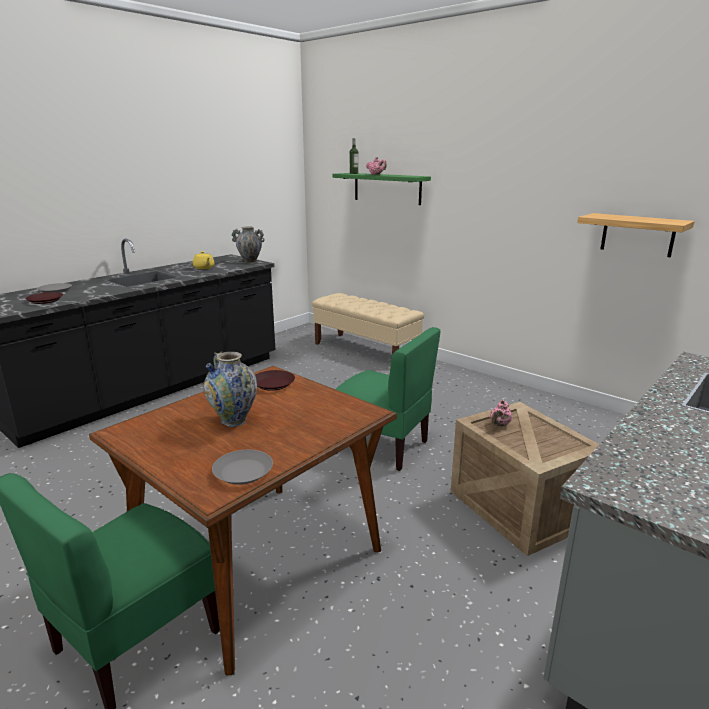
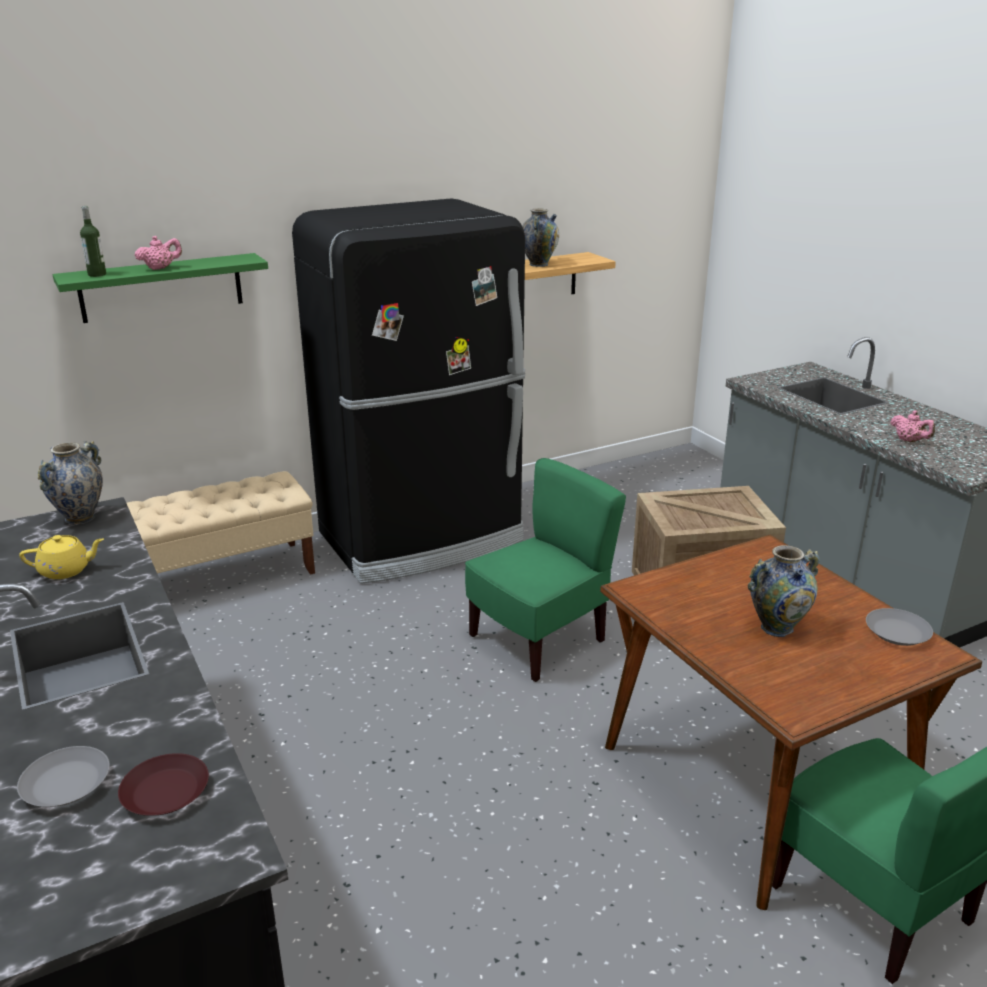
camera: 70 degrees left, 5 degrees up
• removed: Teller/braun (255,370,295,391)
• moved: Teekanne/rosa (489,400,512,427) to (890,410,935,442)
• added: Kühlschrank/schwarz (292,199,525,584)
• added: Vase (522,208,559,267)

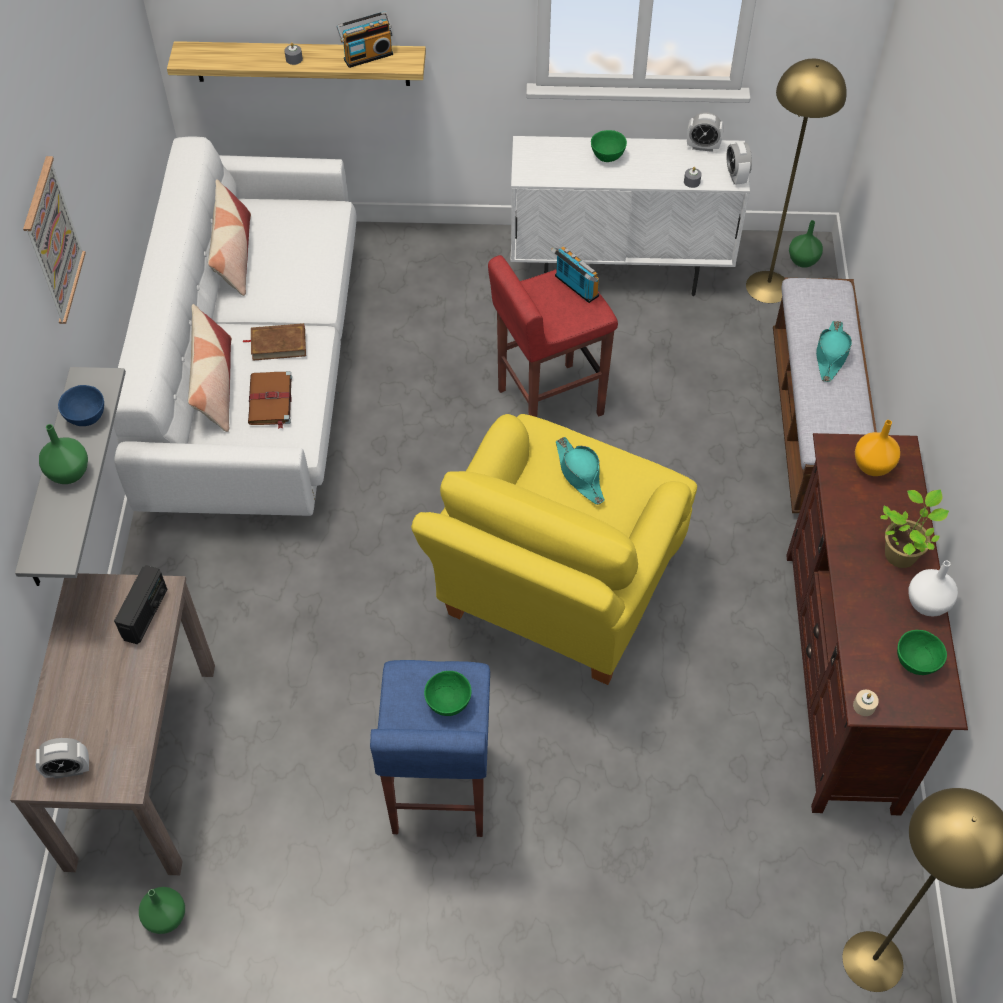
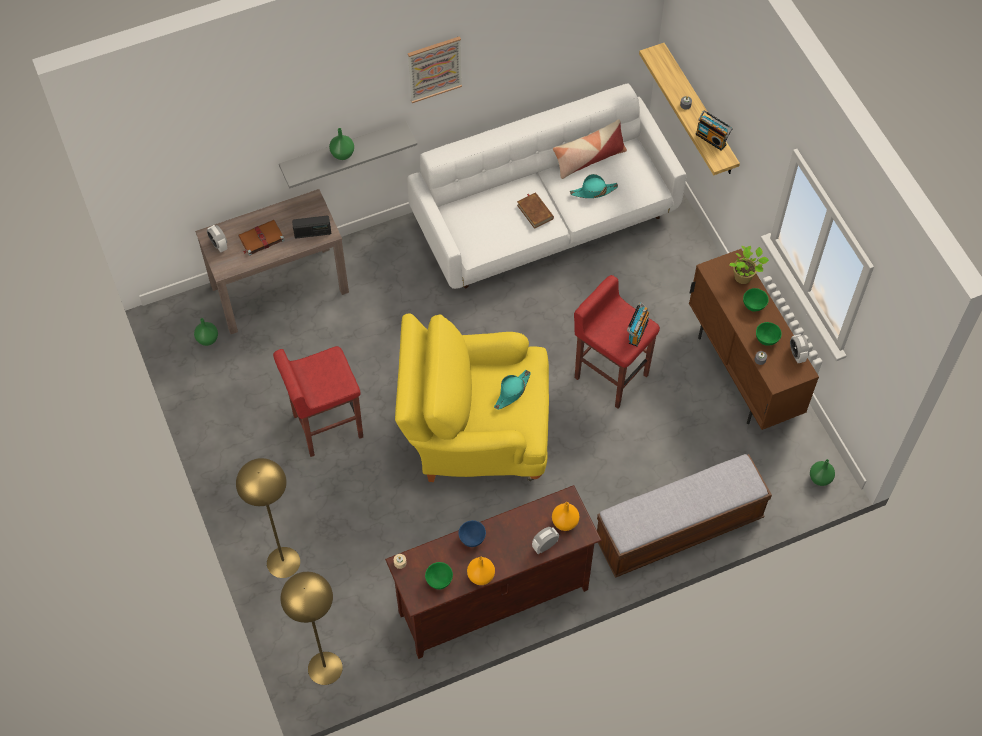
camera: 65 degrees right, 5 degrees up
• moved: Stehlampe/gelb (746,59,847,303) to (236,458,300,578)
• recoloured: Schrank/weiß (511,136,750,296) to Schrank/braun (689,249,819,430)
• moved: Wecker (726,141,752,185) to (532,527,559,554)
• removed: Kissen (188,304,232,432)
• moved: Hut/türkis (816,321,852,382) to (570,174,618,198)
• moved: Buch/braun (248,371,292,429) to (238,220,285,256)
• moved: Schüssel/blau (58,385,104,426) to (458,520,486,547)
• moved: Topfpflanze (880,490,949,568) to (729,246,769,284)
• recoloured: Vase/weiß (908,560,958,616) to Vase/orange (467,557,495,585)
• recoloured: Hocker/blau (370,660,490,837) to Hocker/rot (273,346,363,457)
• moved: Schüssel/grün (424,671,472,716) to (756,322,782,346)

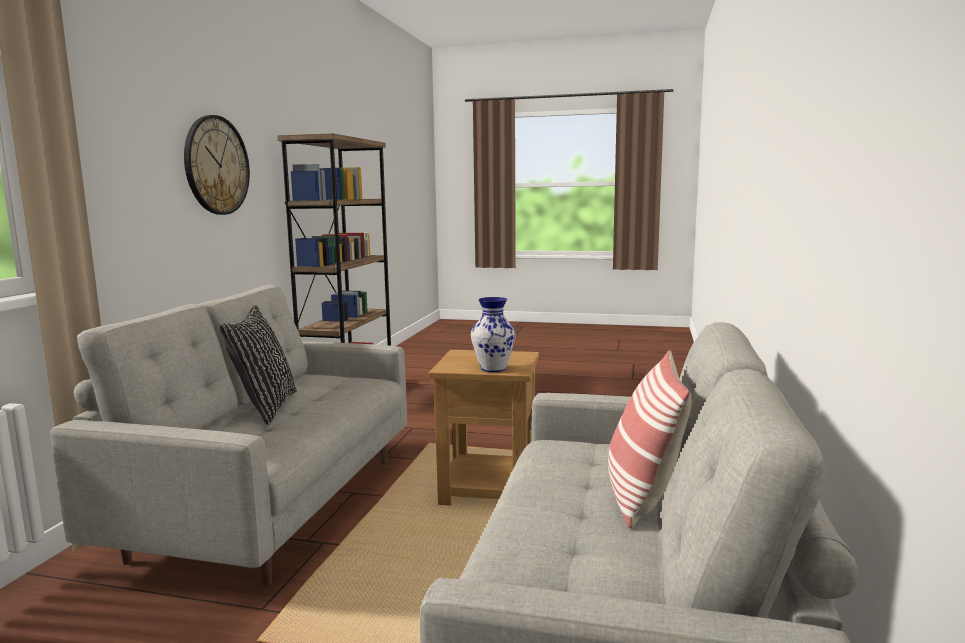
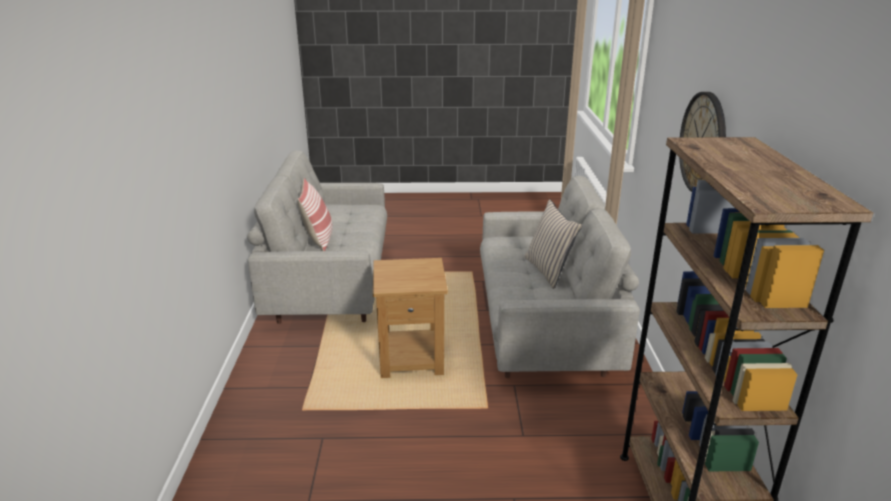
camera: 165 degrees right, 15 degrees up
• removed: Vase (471,297,516,372)
• recoloured: Kissen/schwarz (219,305,297,425) to Kissen/beige (525,199,583,289)

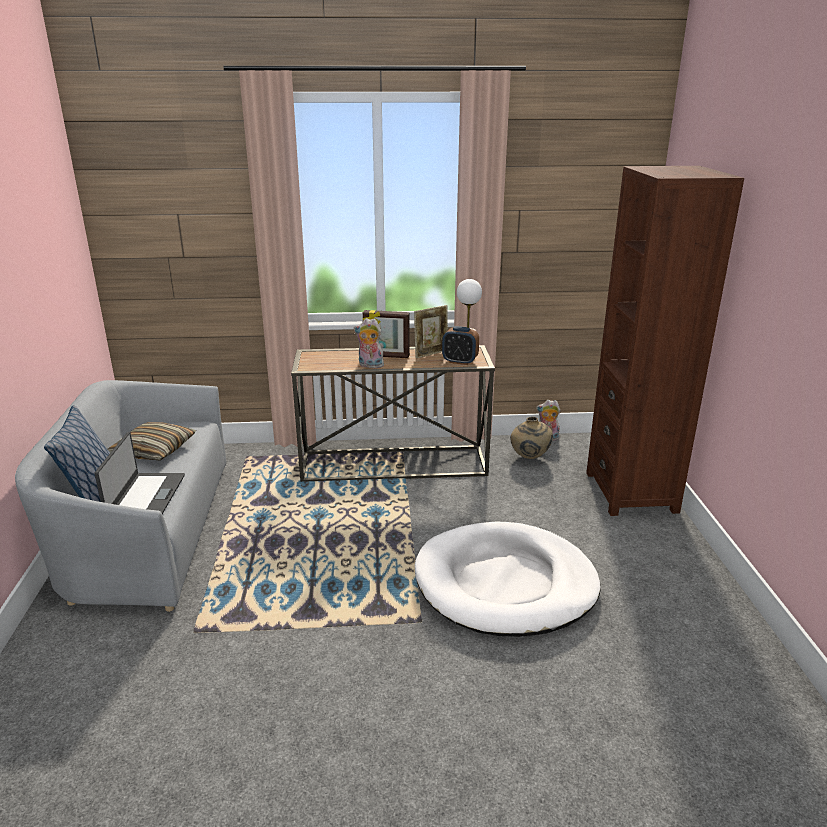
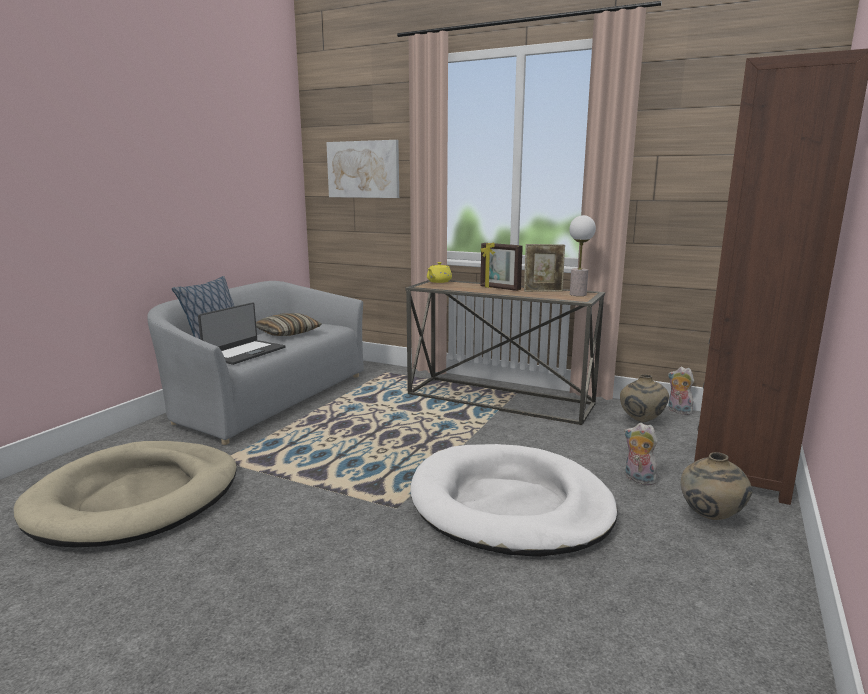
camera: 30 degrees right, 10 degrees down
• moved: Plüschtier (354,318,384,368) to (624,423,658,485)
• removed: Wecker (442,326,479,365)
• added: Bild (326,140,399,198)
• added: Teekanne/gelb (427,262,452,283)
• added: Hundebett/beige (14,441,237,547)
• added: Vase/beige (681,452,752,520)

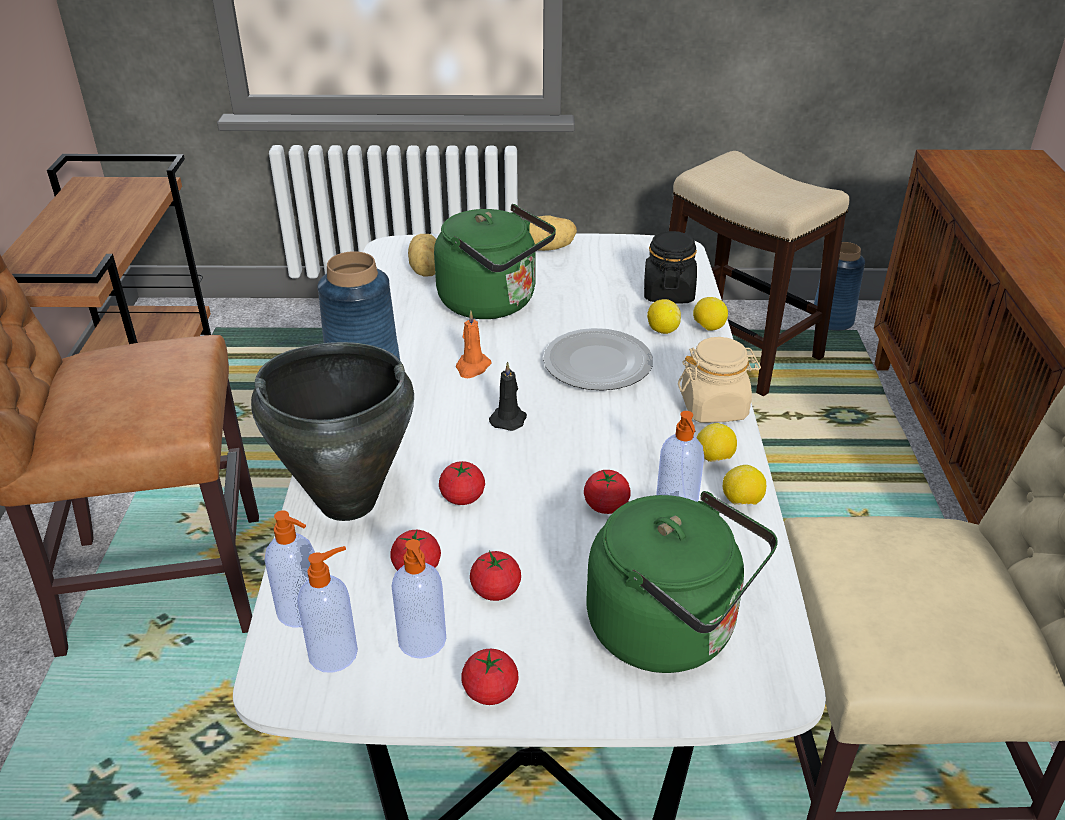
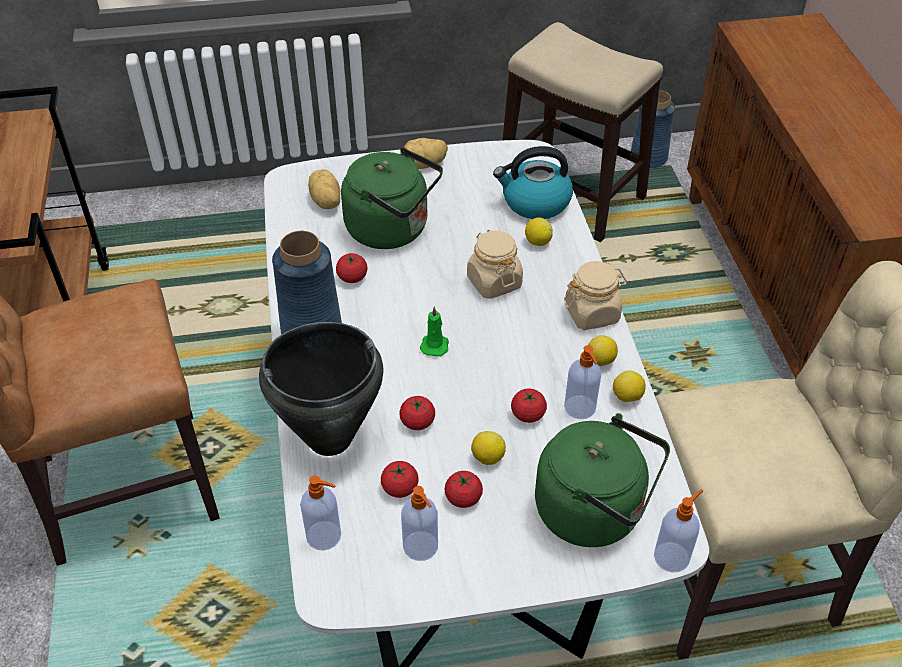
camera: 10 degrees left, 10 degrees up
• replaced: Vorratsglas/schwarz (644,231,697,304) to Wasserkessel (493,146,573,219)
• moved: Zitrone (693,297,728,331) to (471,431,506,465)
• removed: Kerze/orange (456,311,491,378)
• replaced: Teller (543,328,653,391) to Vorratsglas/beige (467,230,523,299)
• recoloured: Kerze/schwarz (489,362,527,431) to Kerze/grün (420,307,449,356)
• moved: Seifenspender (297,546,358,673) to (654,489,703,573)
• moved: Tomate (461,649,519,705) to (336,253,368,283)

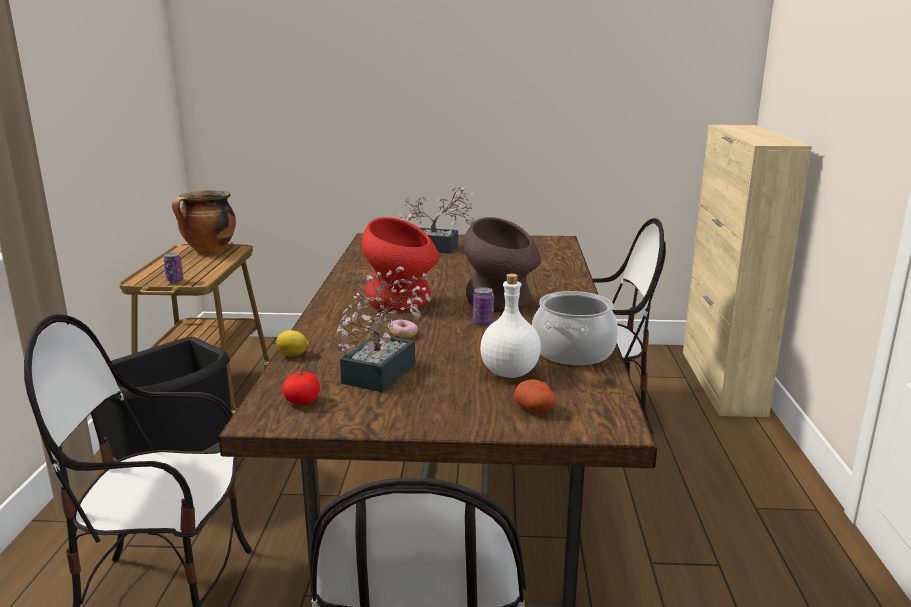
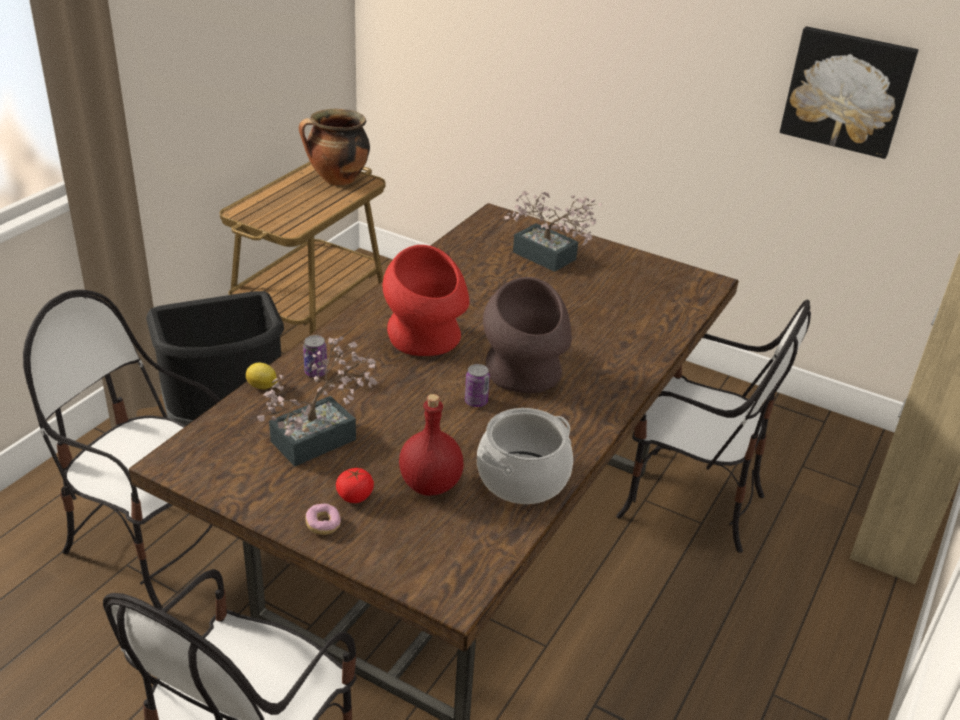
camera: 25 degrees right, 15 degrees up
• moved: Dose (164,253,183,282) to (303,335,327,377)
• recoloured: Flasche/weiß (480,274,541,378) to Flasche/rot (399,394,464,496)
• moved: Donut (389,320,418,338) to (306,503,341,535)
• moved: Tomate (283,371,320,405) to (336,468,374,503)
• removed: Kartoffel (514,379,556,413)
• added: Bild (780,26,918,159)

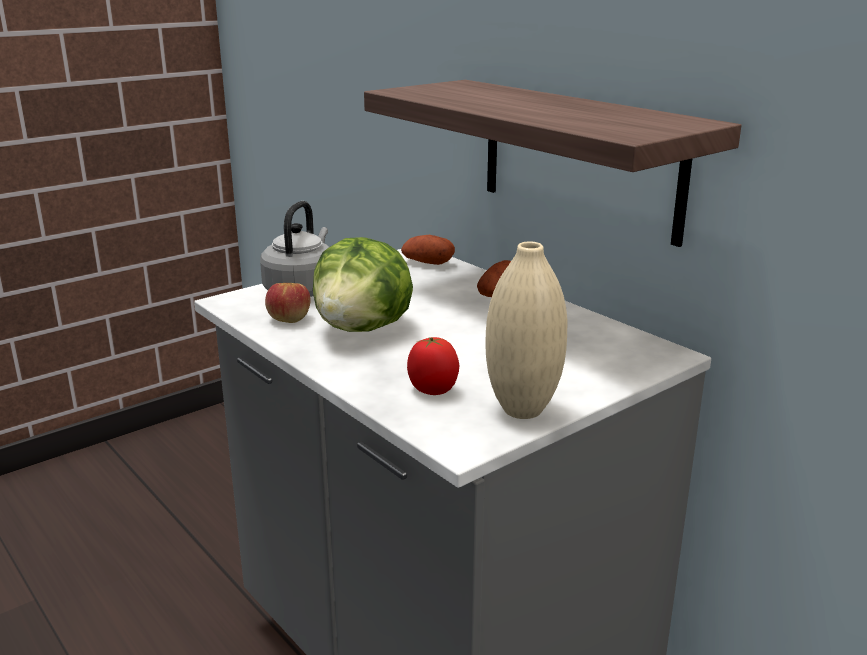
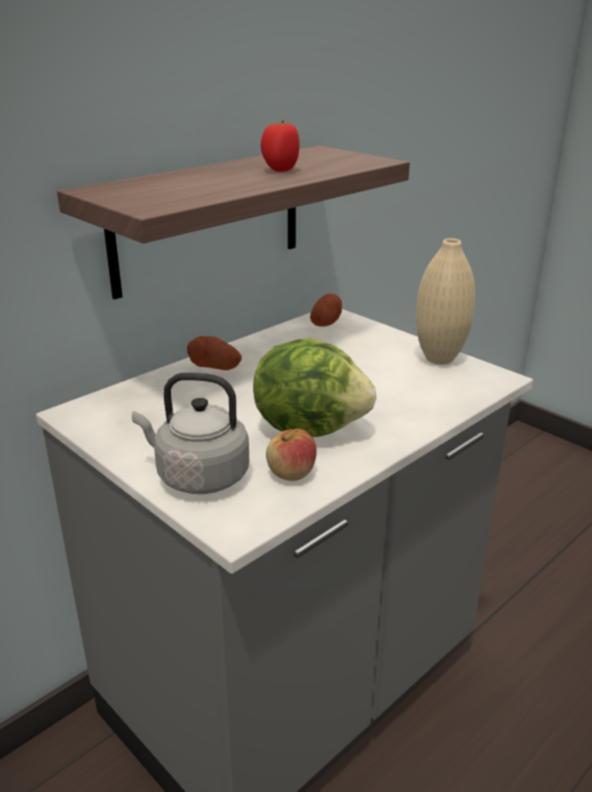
camera: 95 degrees left, 5 degrees up
• moved: Kartoffel (401,235,455,265) to (310,294,342,327)
• moved: Tomate (407,337,459,395) to (261,120,300,172)

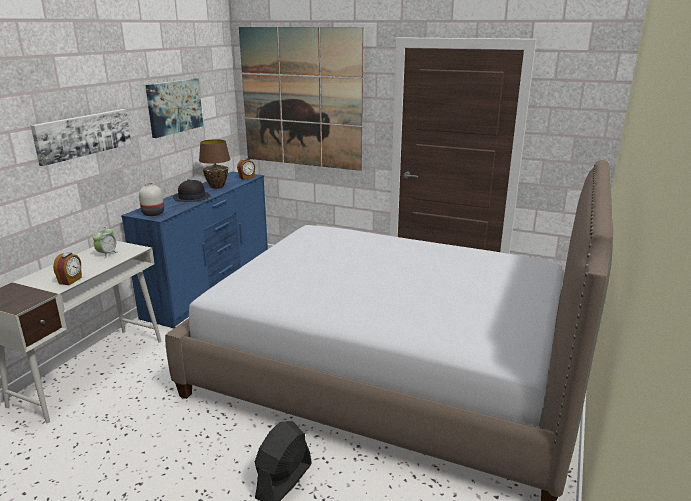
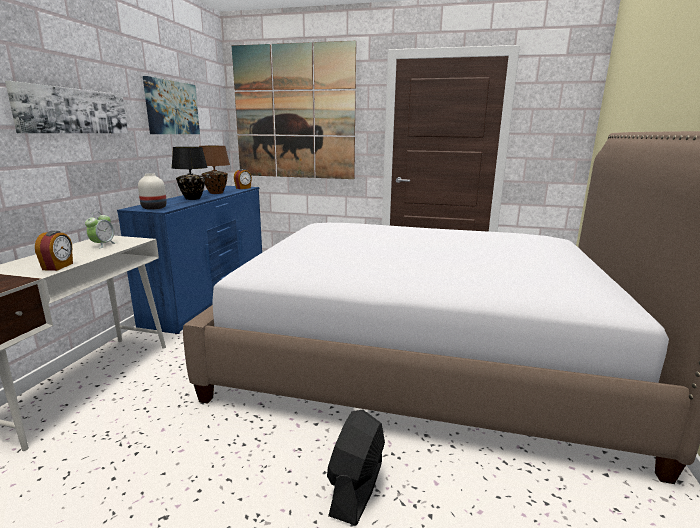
camera: 10 degrees left, 5 degrees down
• replaced: Hut/schwarz (173,179,211,202) to Tischlampe/schwarz (172,147,208,200)

